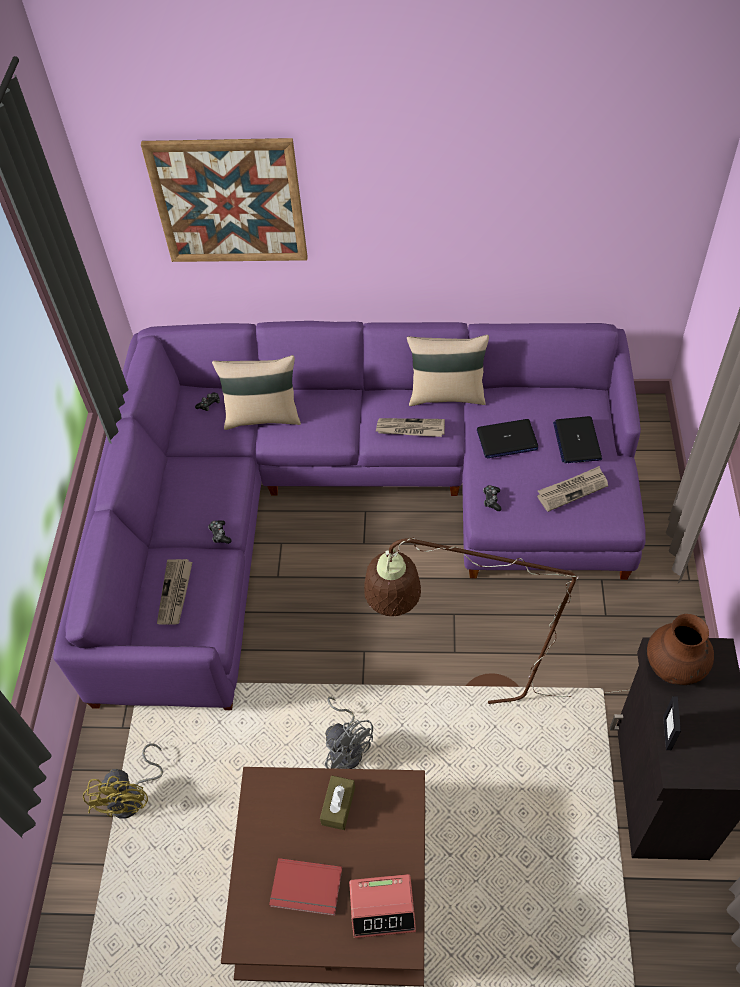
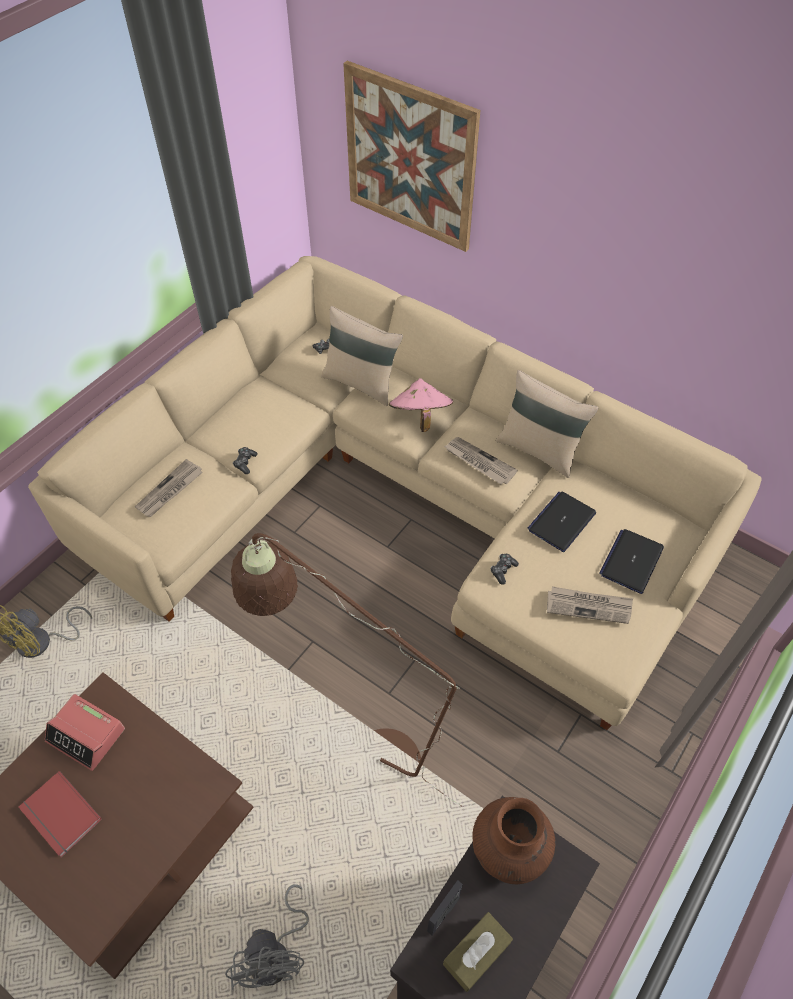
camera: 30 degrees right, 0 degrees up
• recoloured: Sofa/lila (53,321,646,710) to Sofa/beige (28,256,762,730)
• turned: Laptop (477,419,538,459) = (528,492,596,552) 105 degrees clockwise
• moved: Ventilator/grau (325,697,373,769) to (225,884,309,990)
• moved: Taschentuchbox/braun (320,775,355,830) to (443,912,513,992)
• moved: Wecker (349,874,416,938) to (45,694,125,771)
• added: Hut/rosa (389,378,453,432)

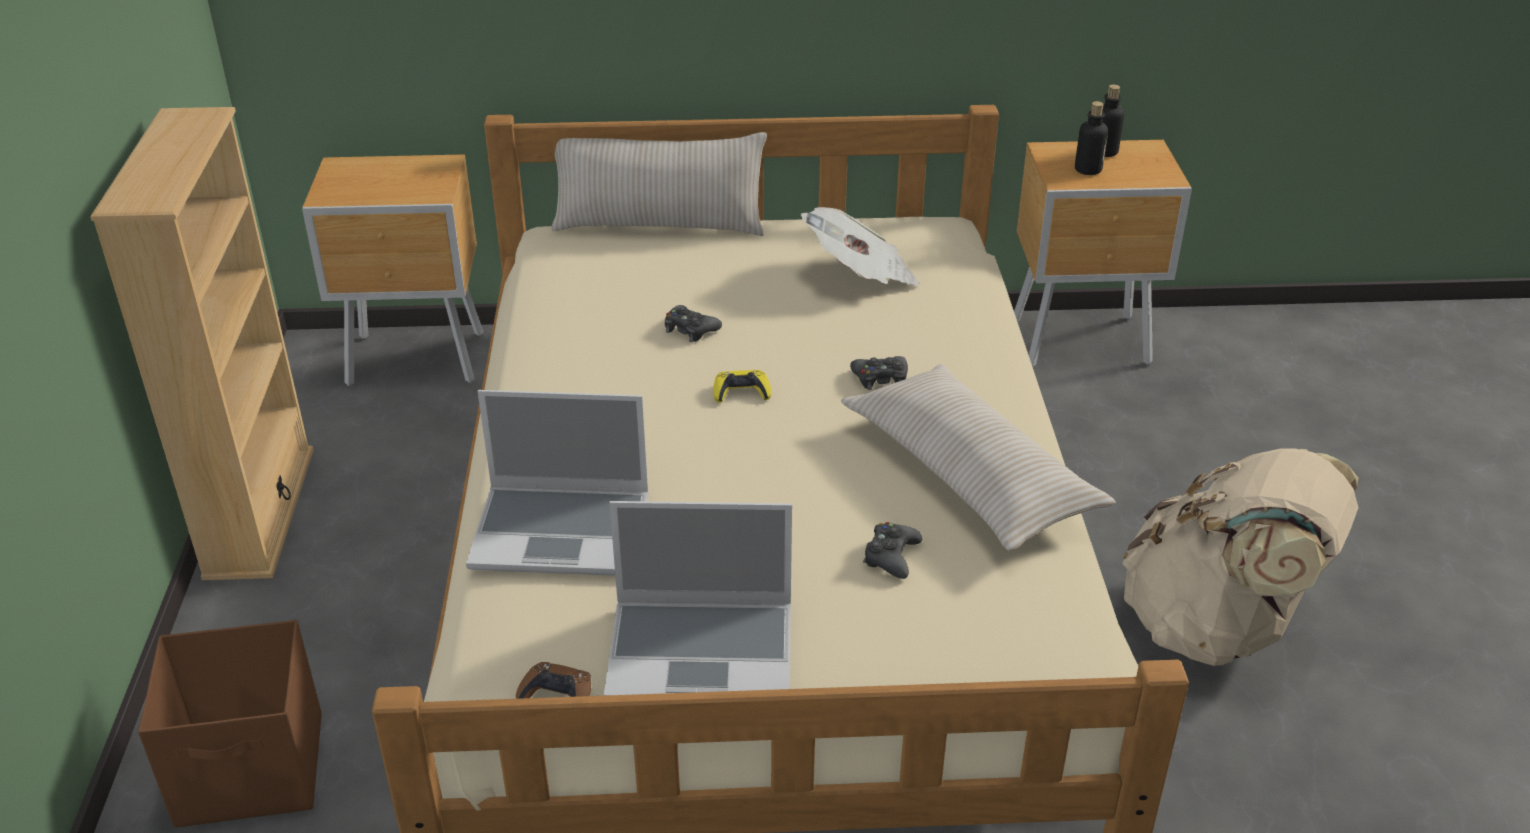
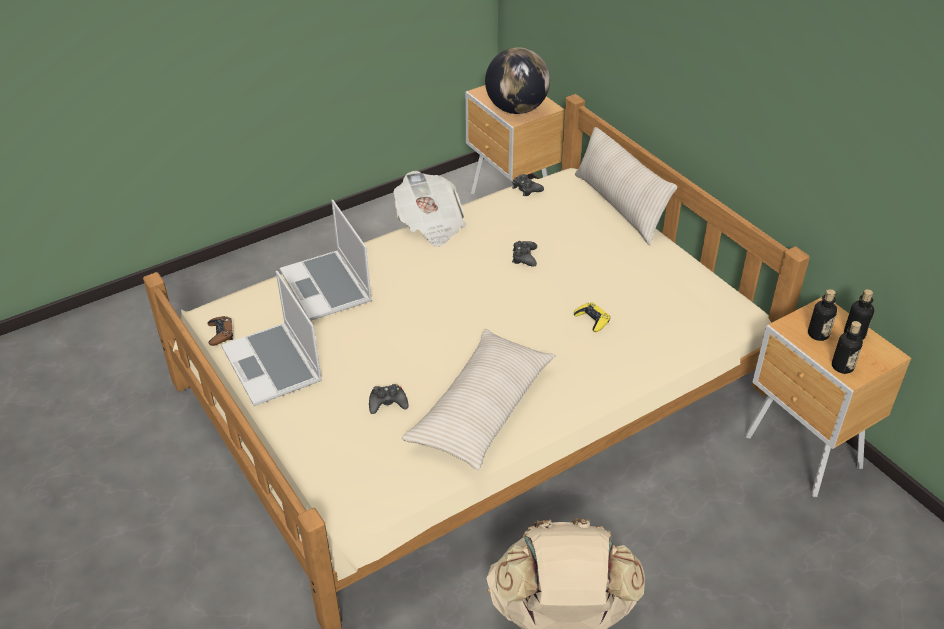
camera: 60 degrees right, 5 degrees up
• removed: Bücherregal/beige (90,107,314,580)
• moved: Zeitung (801,207,920,286) to (393,171,467,247)
• moved: Gamepad/schwarz (850,356,908,390) to (512,174,544,196)
• moved: Gamepad/gelb (713,370,771,403) to (574,303,610,332)
• removed: Aufbewahrungsbox/braun (138,620,322,827)
• added: Globus (485,47,550,114)
• added: Flasche (832,321,863,374)

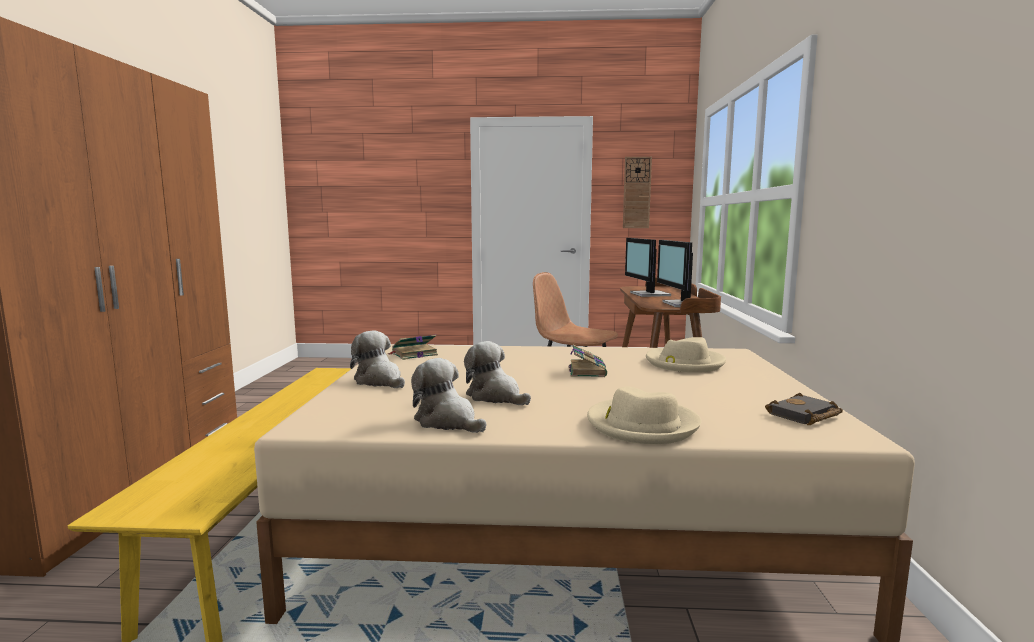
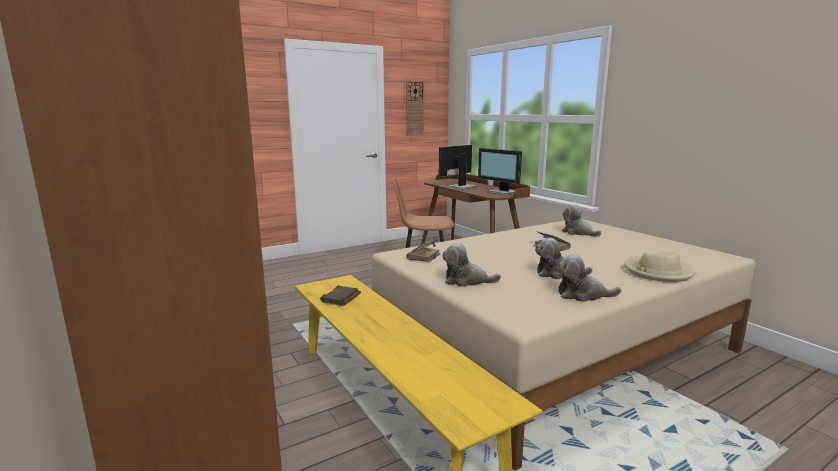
camera: 35 degrees left, 5 degrees up
• turned: Monitor (625,238,671,297) = (439,145,478,190) 90 degrees clockwise
• replaced: Hut/beige (646,337,726,373) to Plüschtier (562,204,602,236)
• moved: Buch/schwarz (765,393,843,425) to (320,285,361,306)

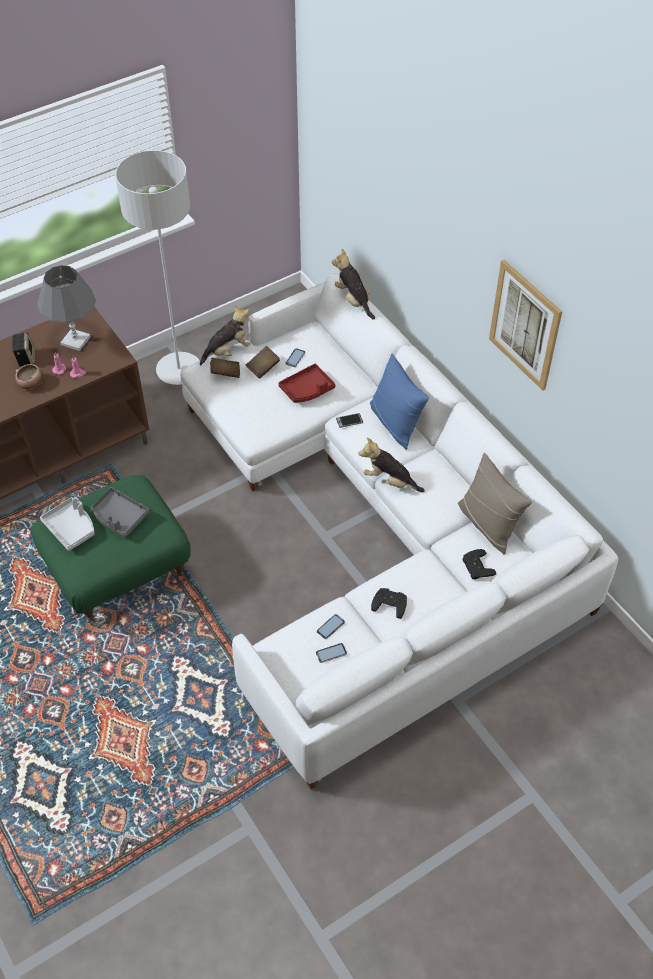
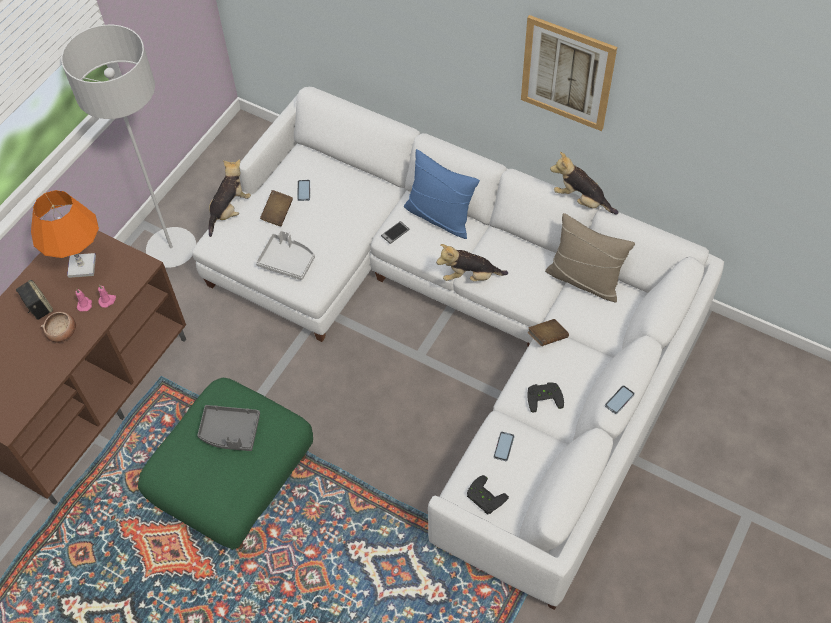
camera: 25 degrees left, 5 degrees up
• moved: Plüschtier (332,249,375,320) to (550,152,619,214)
• recoloured: Tischlampe/grau (38,265,96,351) to Tischlampe/orange (31,190,99,278)
• moved: Buch/braun (210,357,240,378) to (528,319,569,346)
• removed: Tablett/rot (278,364,336,403)
• moved: Tablett/grau (40,497,95,551) to (256,230,315,280)
• moved: Gamepad/schwarz (463,549,496,580) to (467,475,509,515)
• moved: Handy (316,643,347,663) to (605,385,635,414)

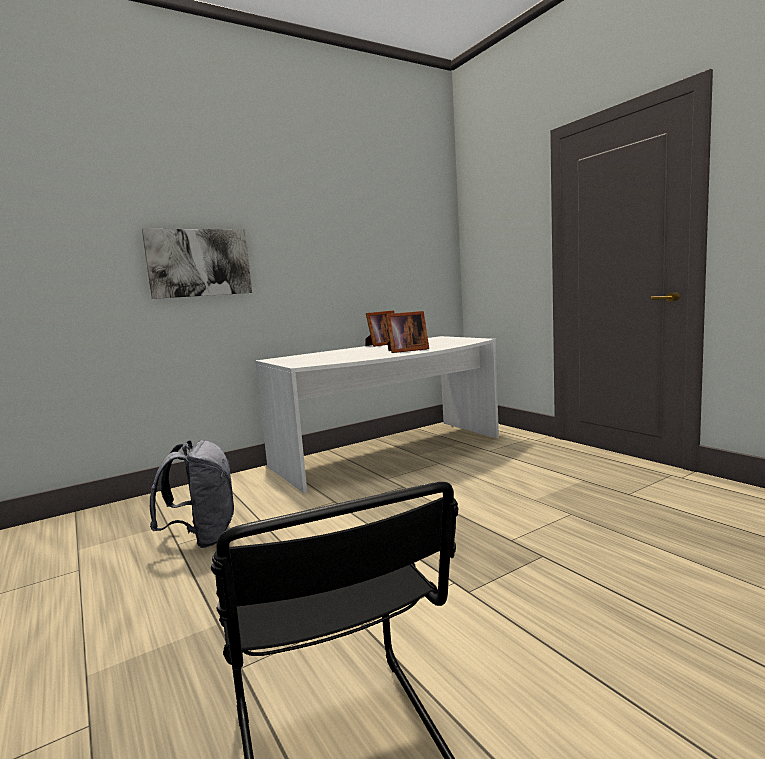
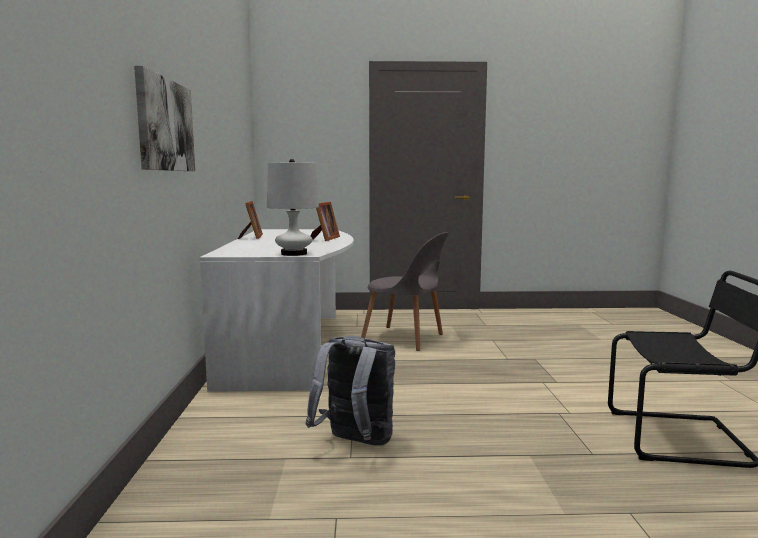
camera: 60 degrees left, 0 degrees up
• added: Tischlampe/weiß (267,159,319,256)
• added: Stuhl/grau (361,232,449,351)

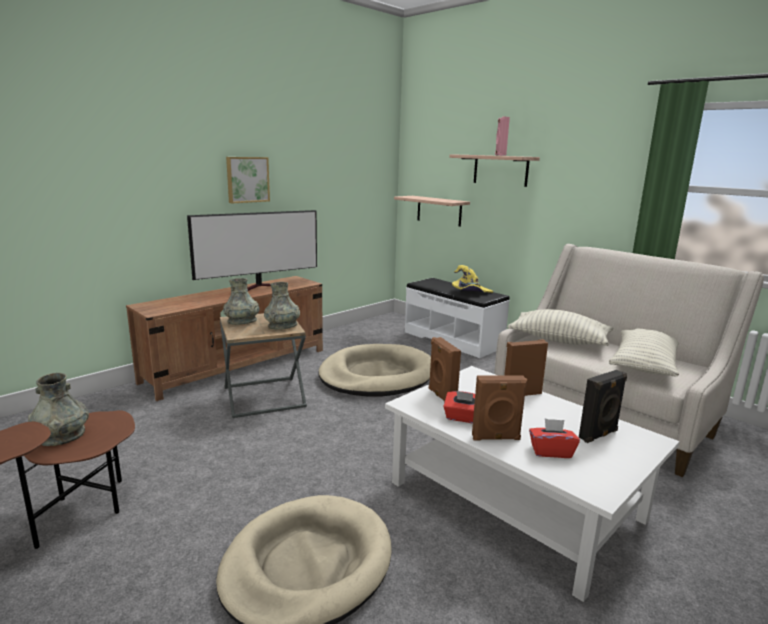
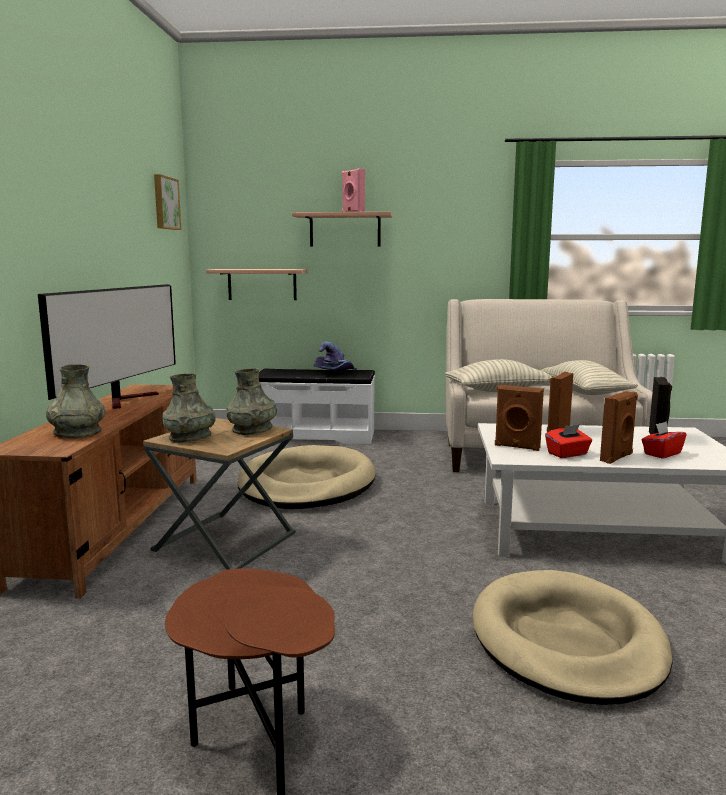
camera: 40 degrees left, 5 degrees down
• moved: Bild (226,157,270,203) to (154,174,181,230)
• recoloured: Hut/gelb (452,265,493,293) to Hut/lila (314,342,357,371)
• moved: Vase/grau (28,373,89,446) to (46,364,105,438)

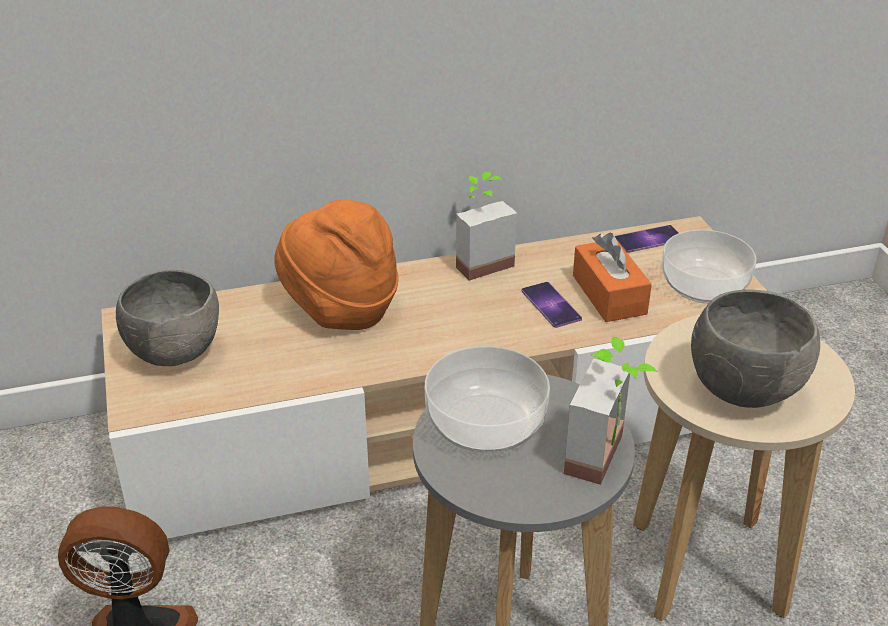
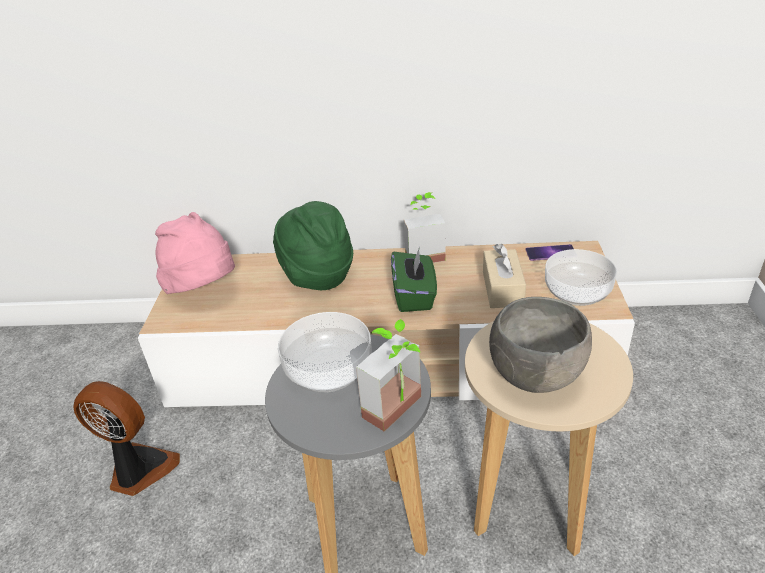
camera: 20 degrees right, 0 degrees up
• recoloured: Hut/orange (274,200,399,330) to Hut/grün (273,201,353,290)
• recoloured: Taschentuchbox/orange (573,233,652,322) to Taschentuchbox/beige (483,244,526,308)
• replaced: Schüssel/grau (116,270,219,366) to Hut/rosa (155,212,235,294)
• removed: Handy (522,282,582,328)
• added: Taschentuchbox/grün (391,247,437,312)

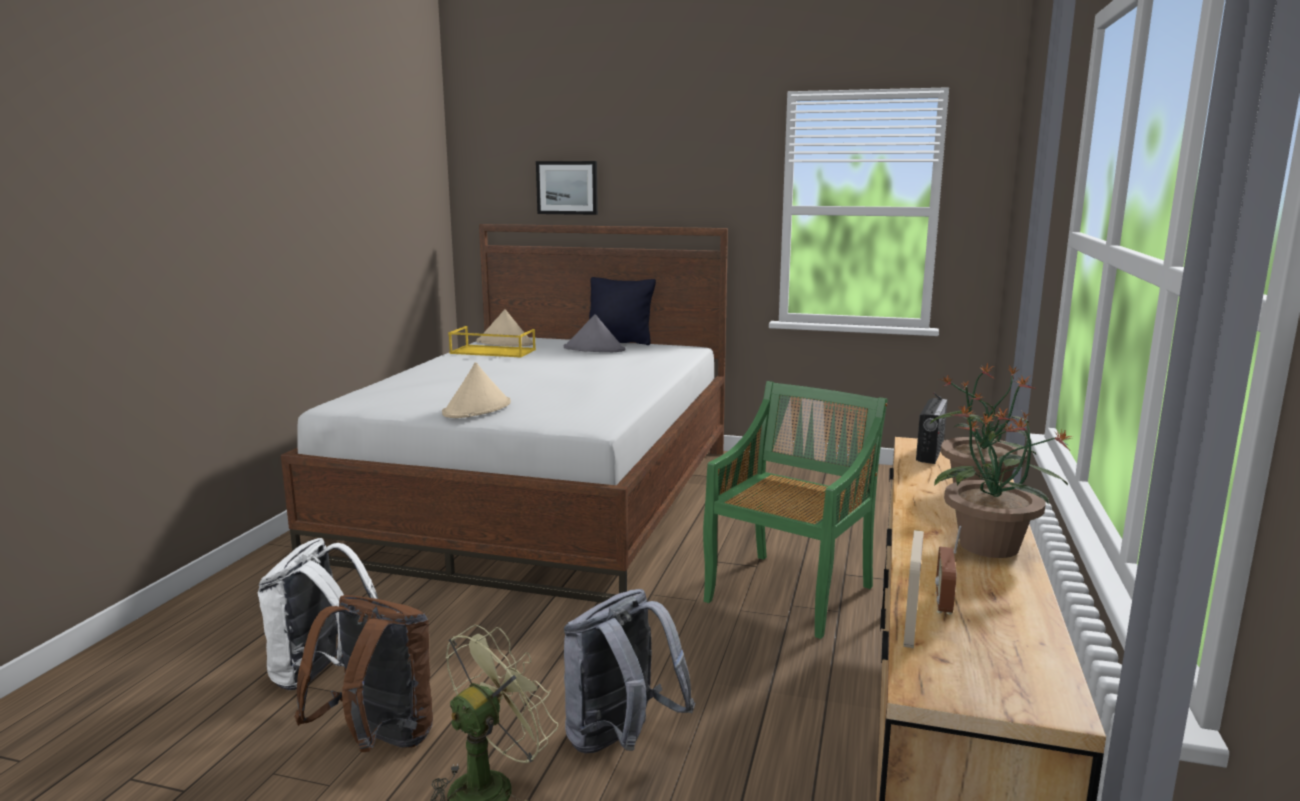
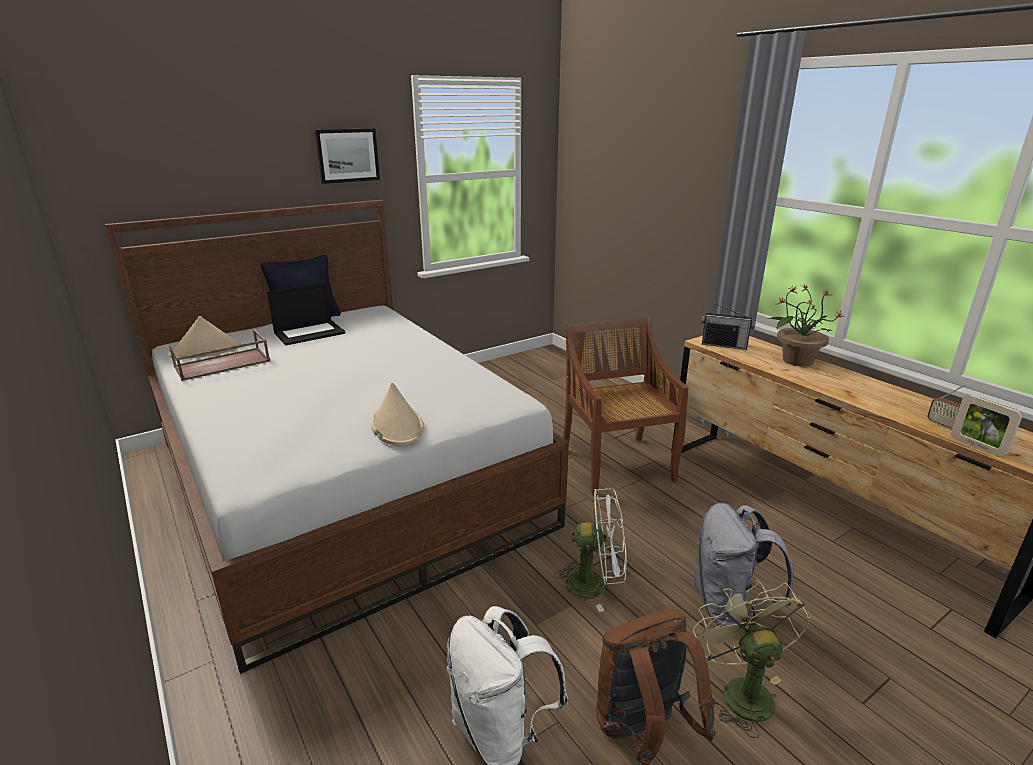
camera: 50 degrees left, 10 degrees up
• moved: Bild (536,161,598,215) to (315,128,380,184)
• replaced: Hut/grau (564,314,625,352) to Laptop (267,282,346,345)
• recoloured: Tablett/gelb (448,326,536,358) to Tablett/braun (169,329,270,381)
• recoloured: Stuhl/grün (703,381,888,639) to Stuhl/braun (563,317,688,496)
• turned: Radio (916,392,948,464) = (701,302,755,350) 135 degrees clockwise
• removed: Topfpflanze (934,405,1073,558)
• added: Ventilator/weiß (554,488,627,612)

